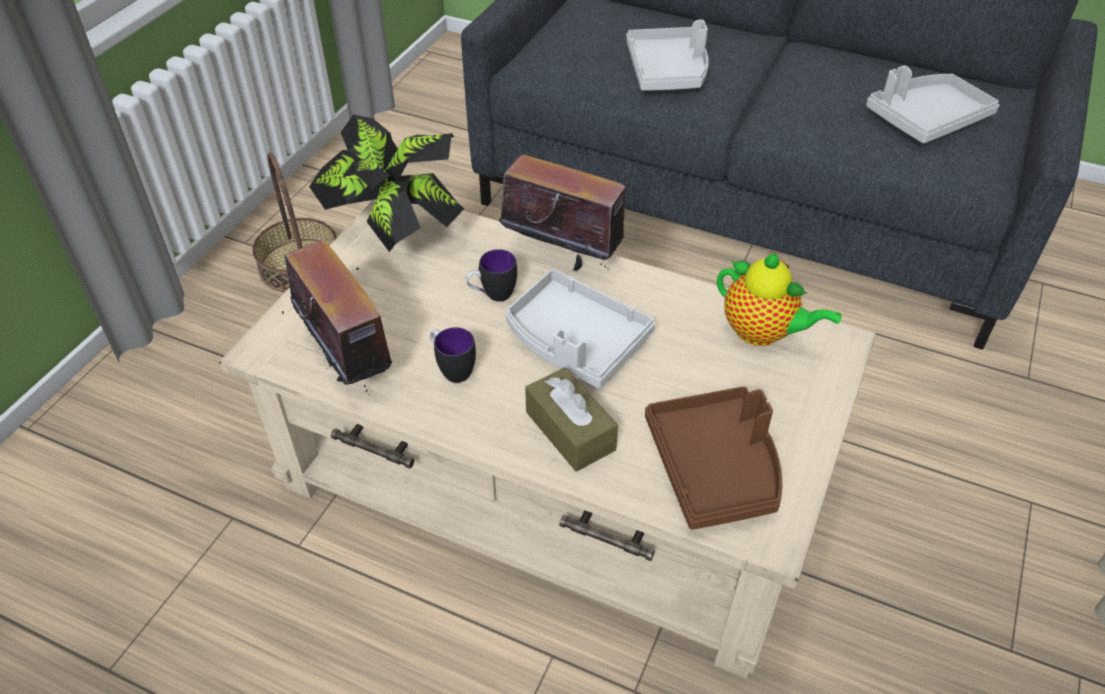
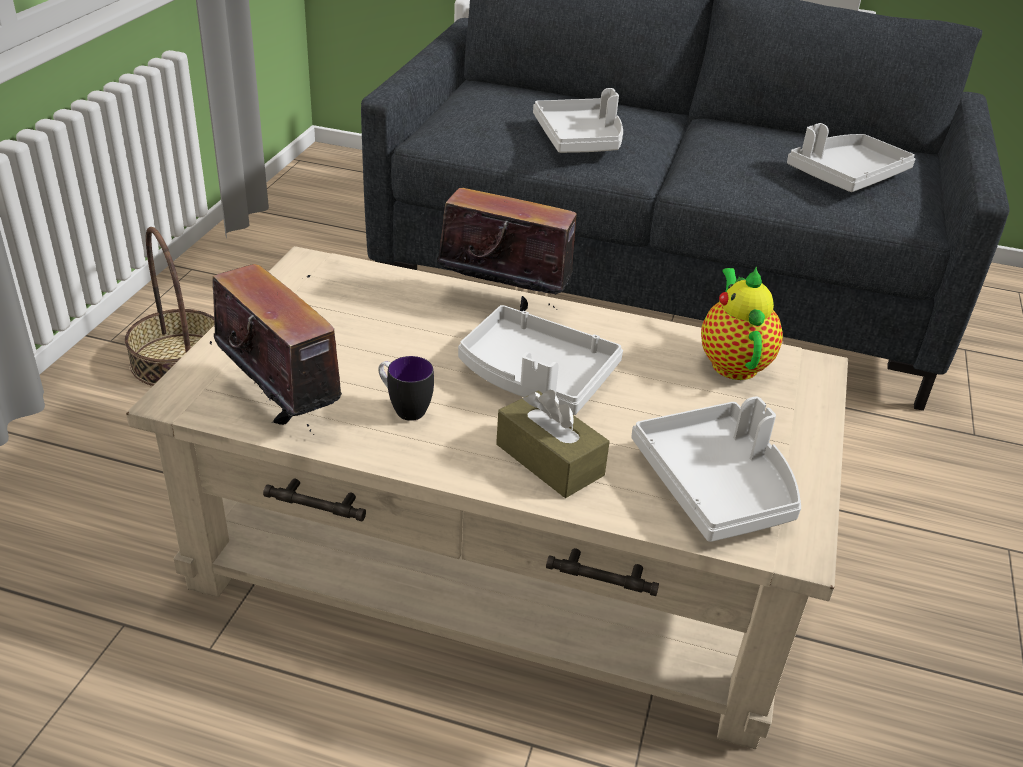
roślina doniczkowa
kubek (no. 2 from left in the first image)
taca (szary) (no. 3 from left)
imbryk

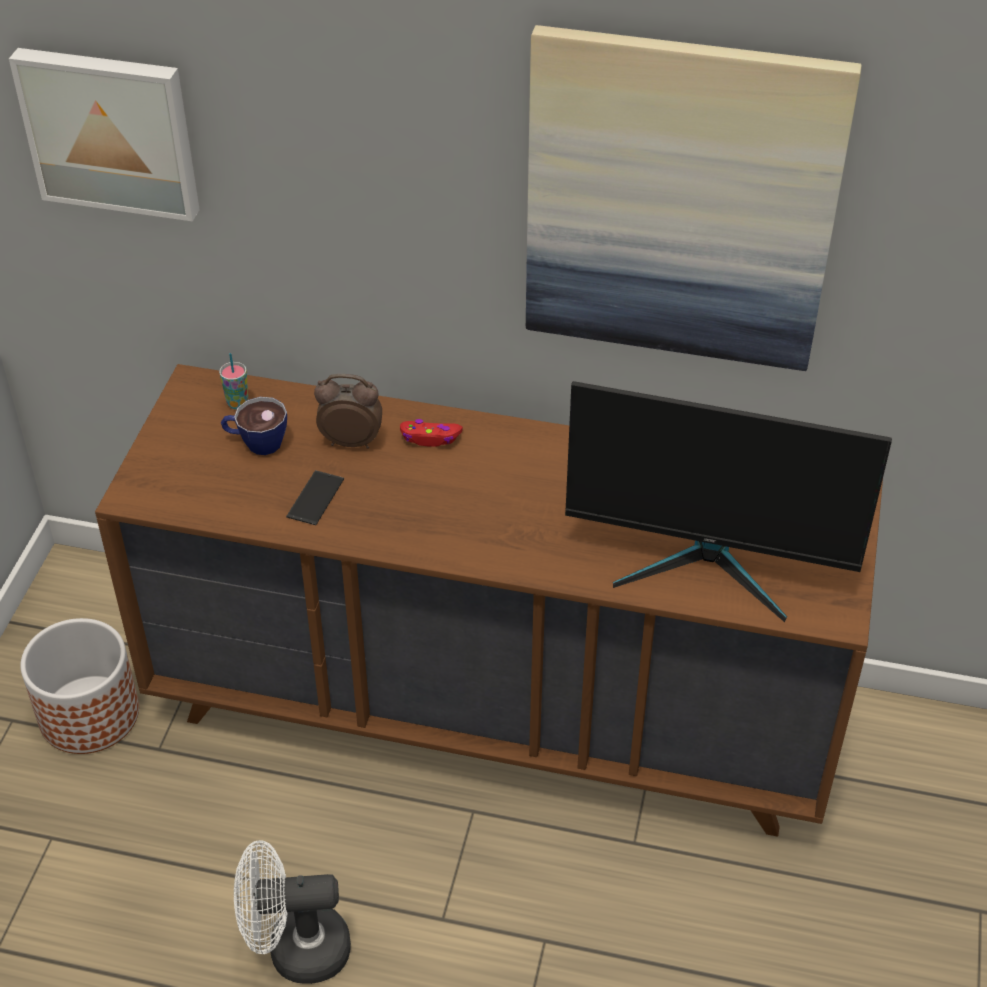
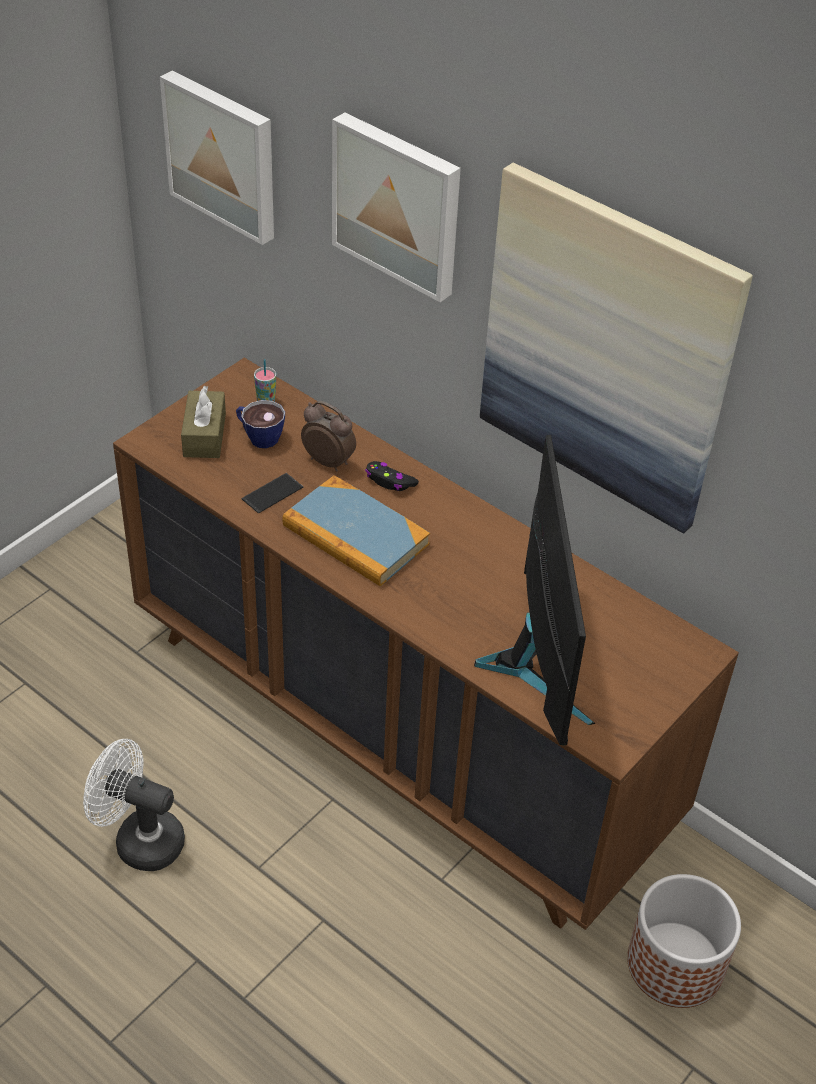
pudełko chusteczek (brązowy)
książka
obraz (no. 2 from left)
donica
pad do gier (czarny)
monitor

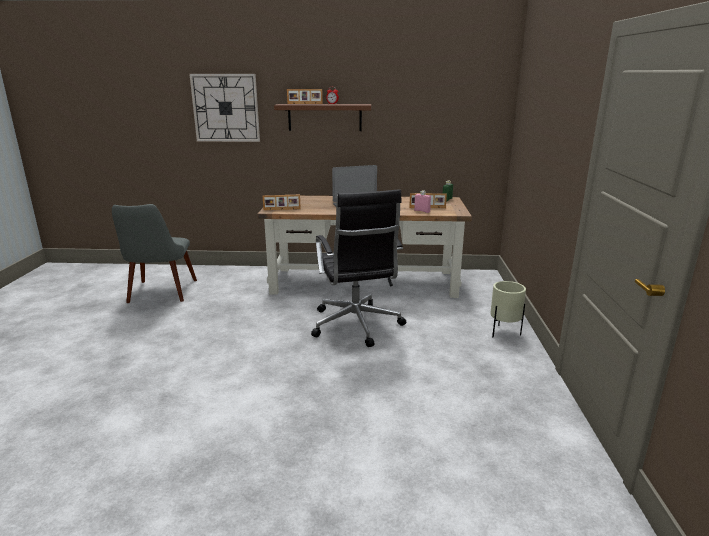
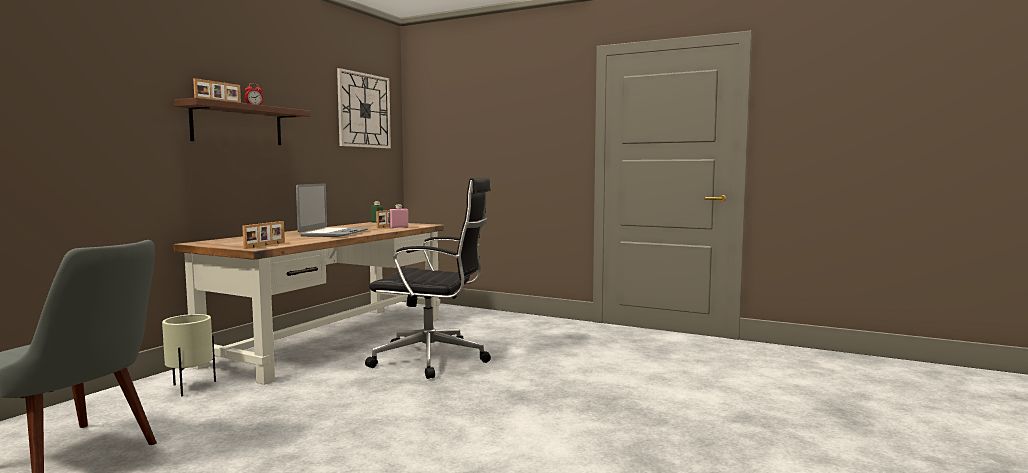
zegar ścienny
donica (beżowy)

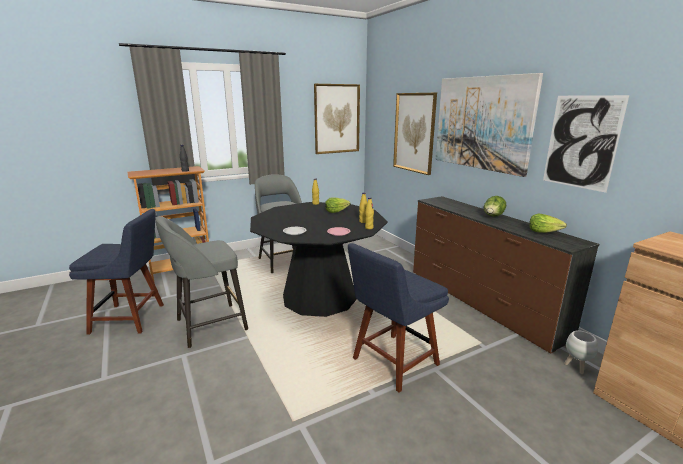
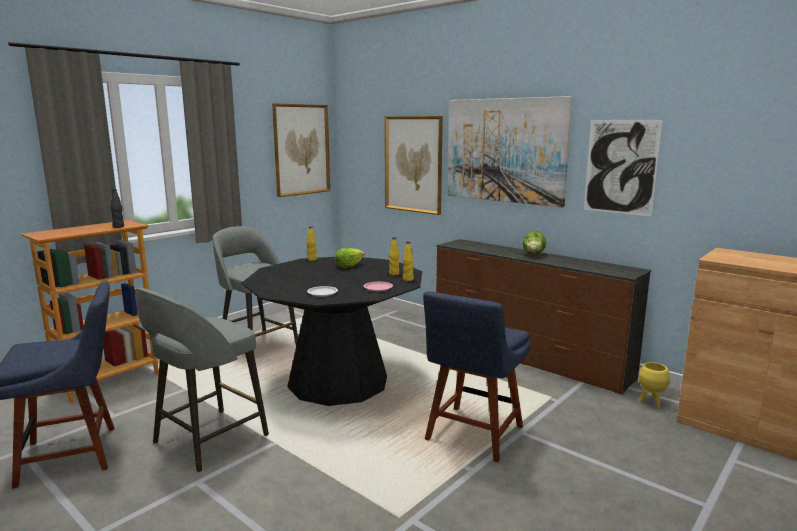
sałata (no. 3 from left in the first image)
donica (żółty)

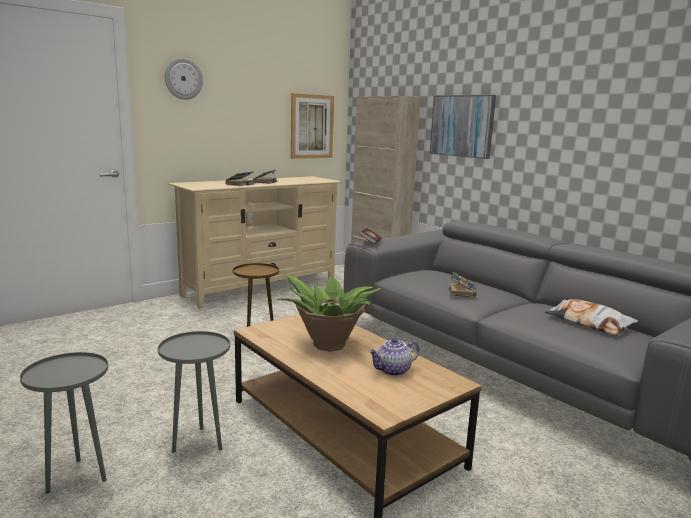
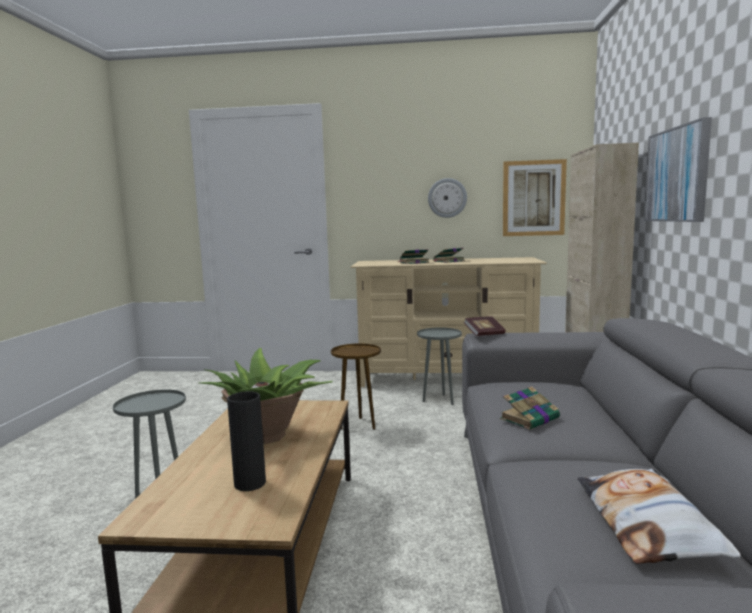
stolik (szary) (no. 2 from left)
zegar ścienny
wazon (czarny)

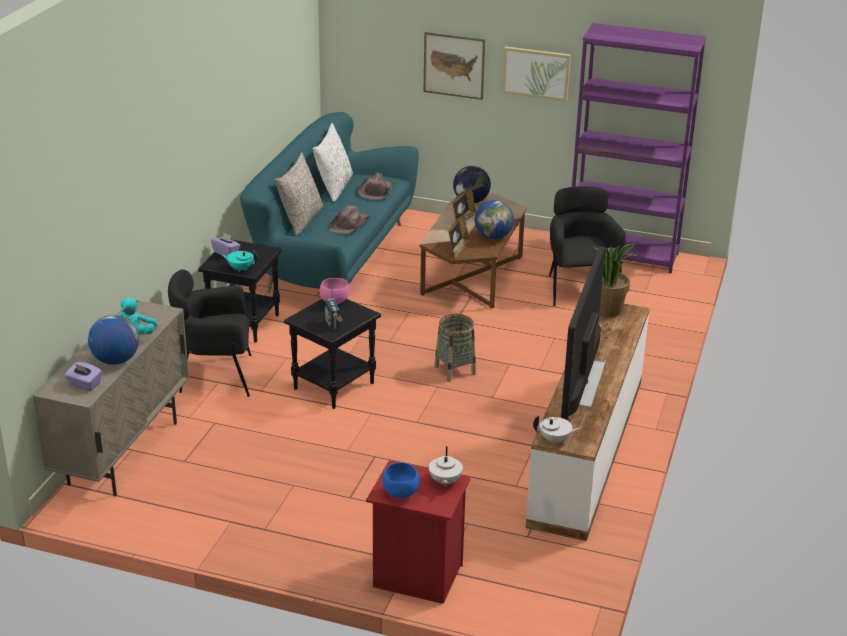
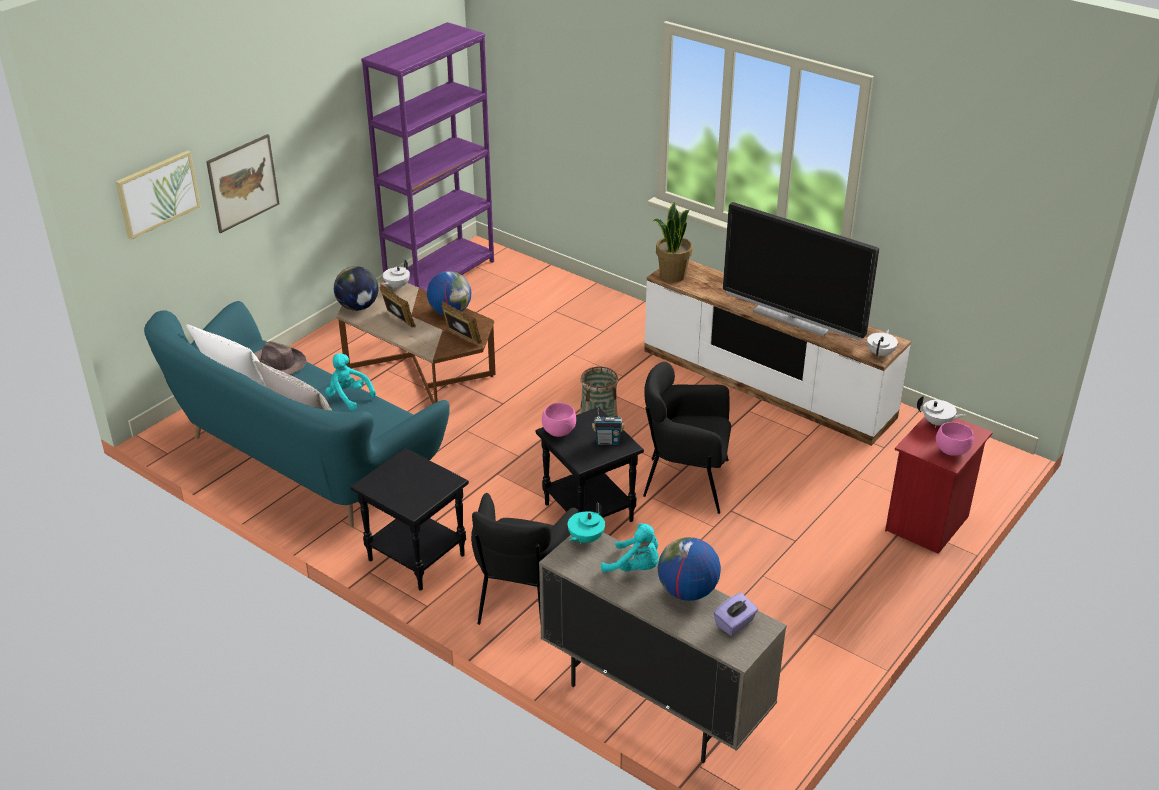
pudełko chusteczek (fioletowy) (no. 2 from left in the first image)
imbryk (biały) (no. 1 from left)
imbryk (turkusowy)
obraz (no. 1 from left)
fotel (czarny) (no. 2 from left)
pluszak (turkusowy) (no. 1 from left)
miska (różowy) (no. 2 from left)

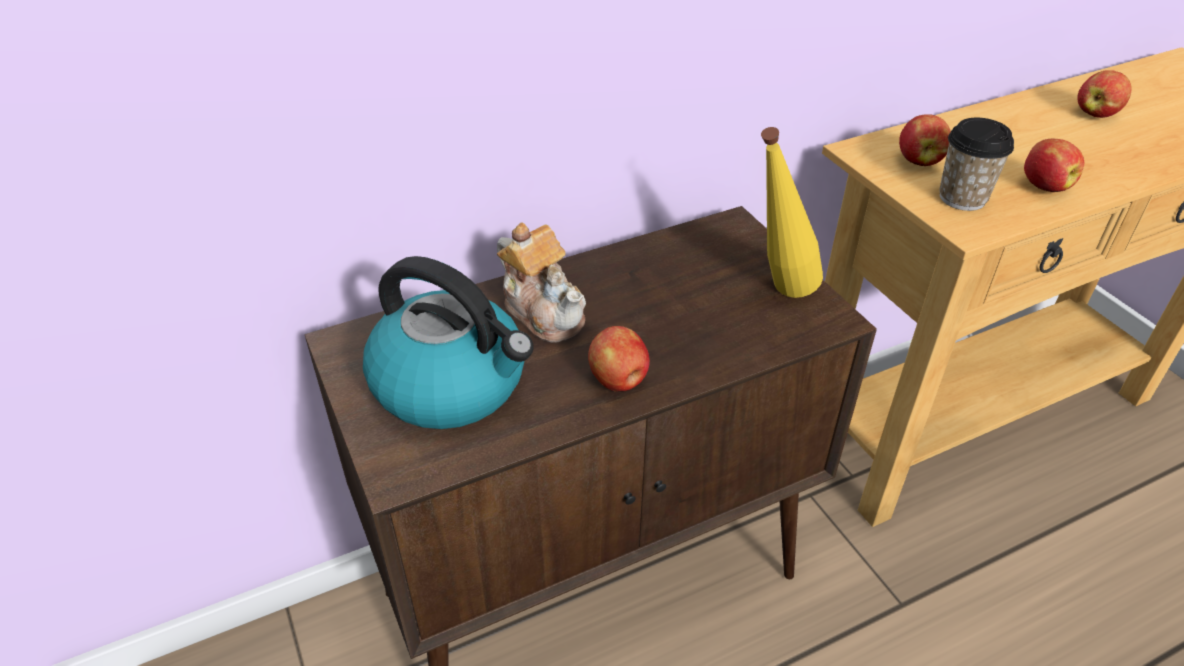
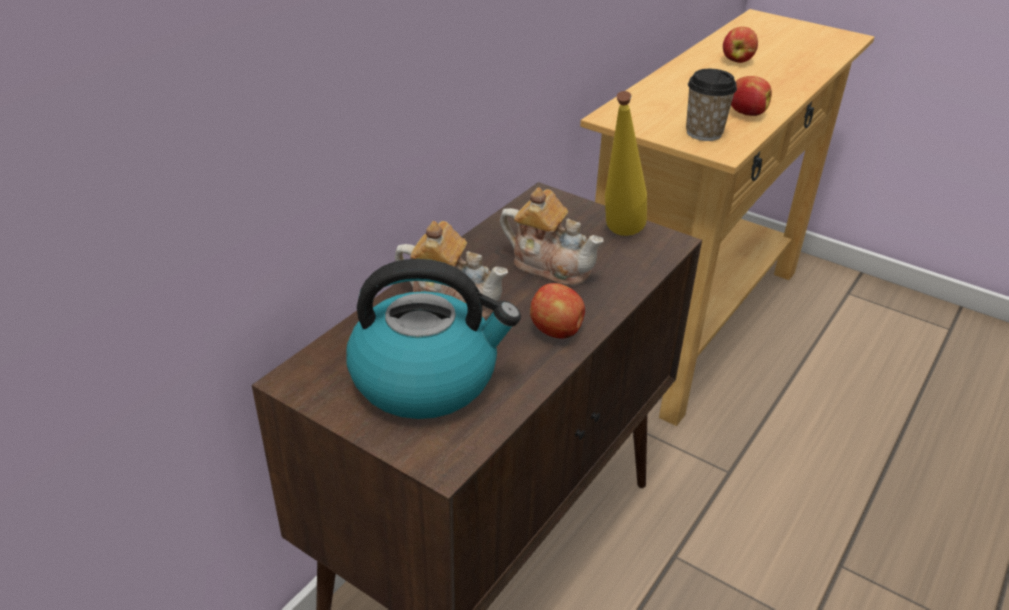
jabłko (no. 2 from left in the first image)
imbryk (no. 2 from left)

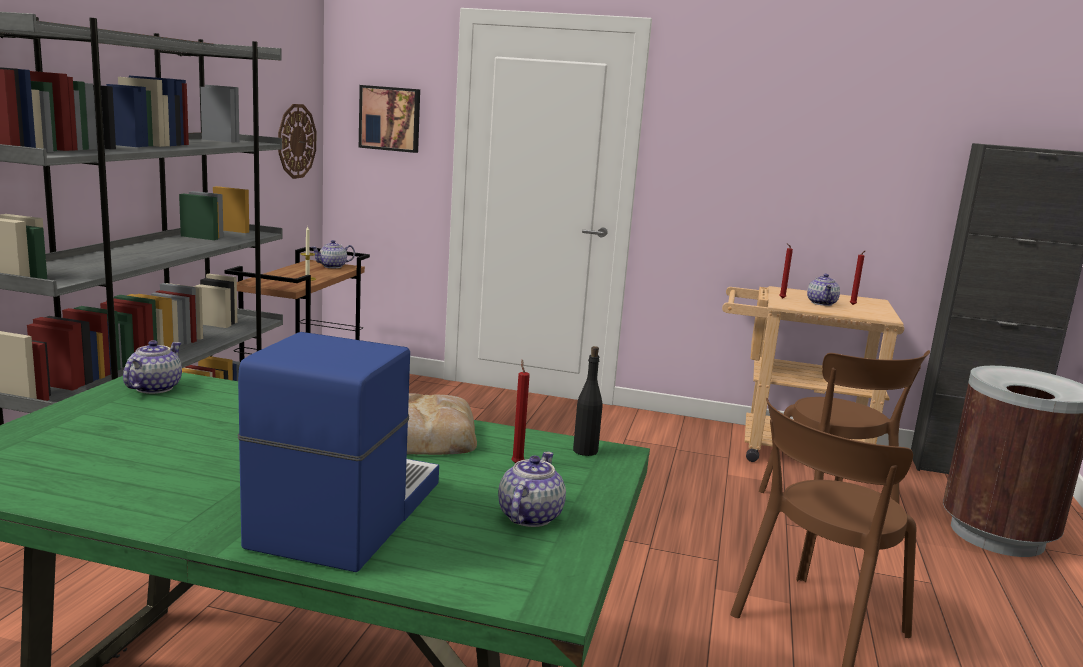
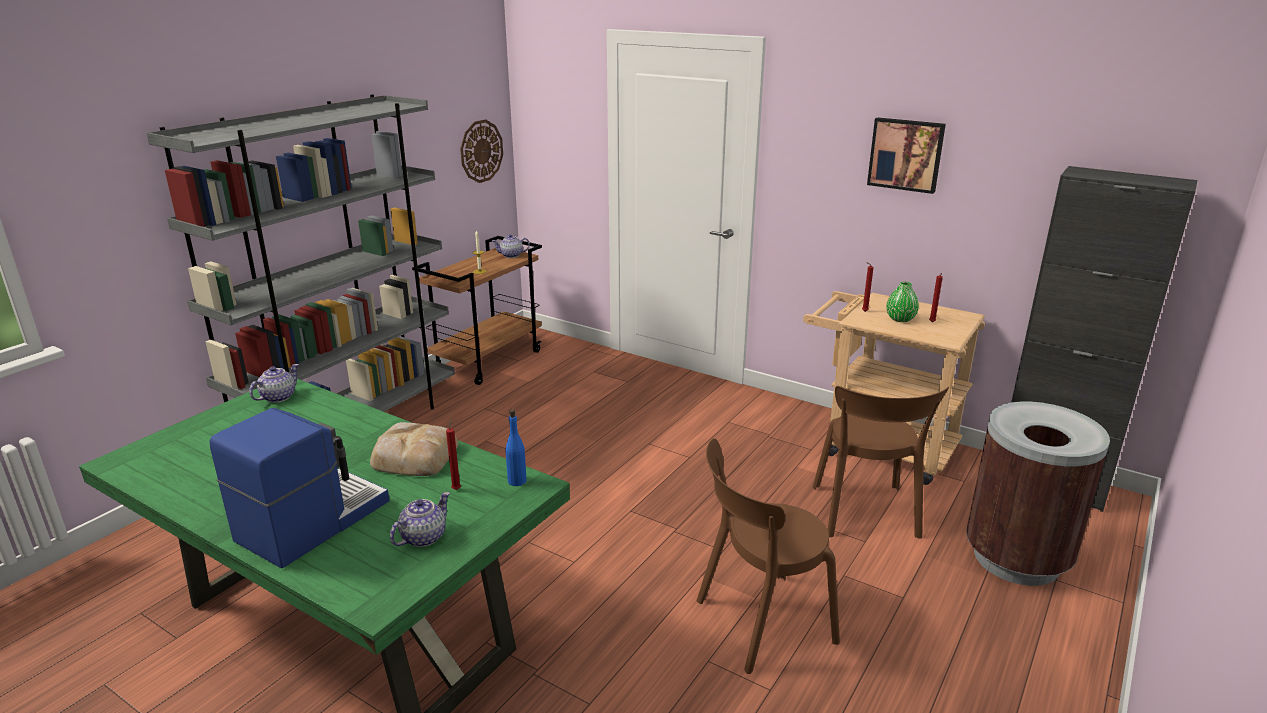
obraz
wazon (zielony)
butelka (niebieski)

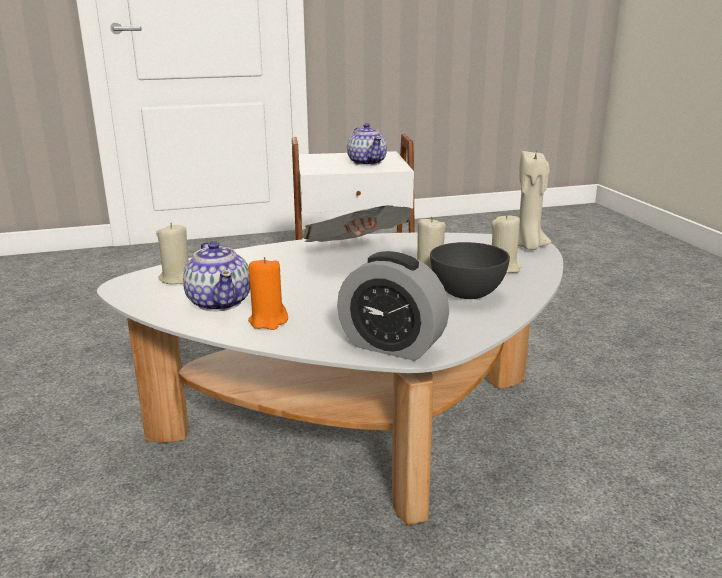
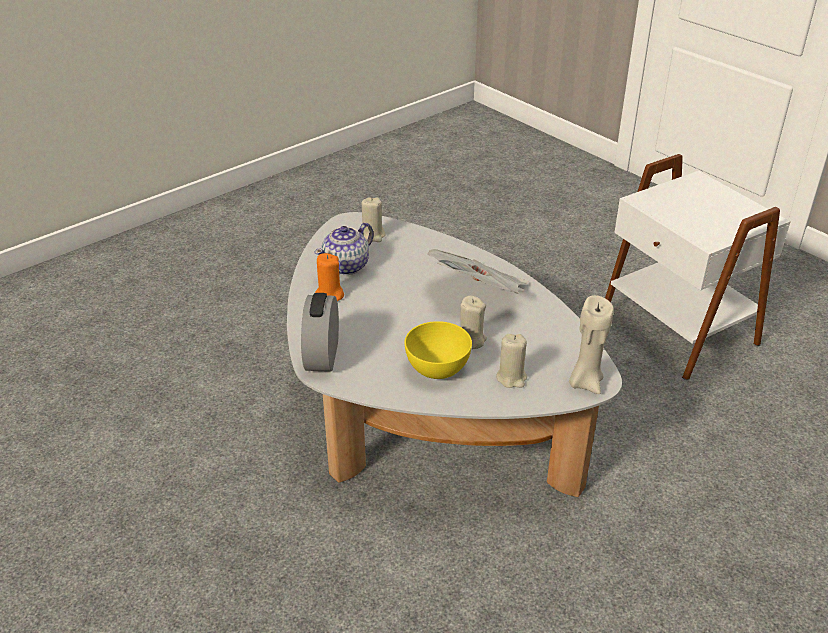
imbryk (no. 2 from left in the first image)
miska (żółty)

